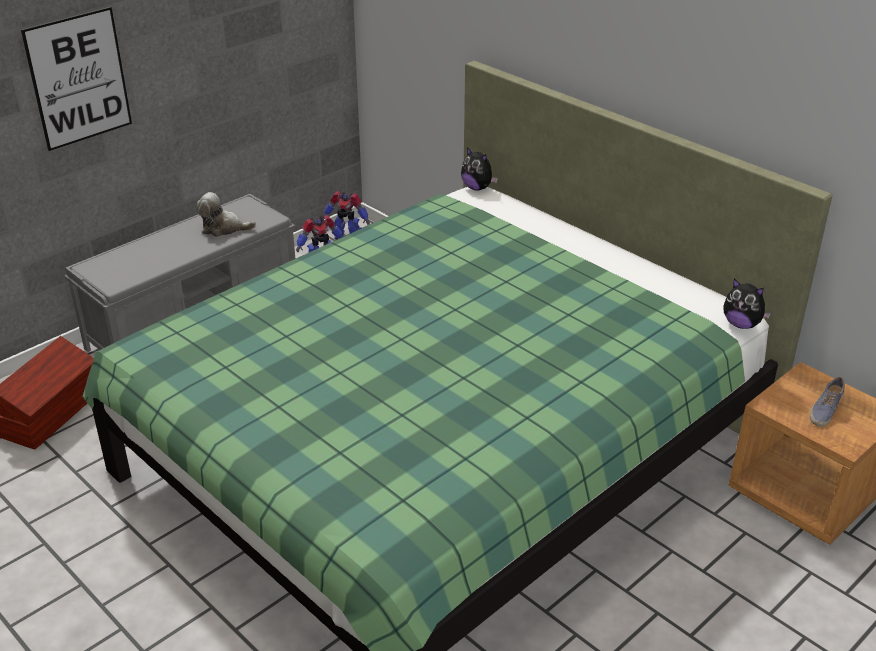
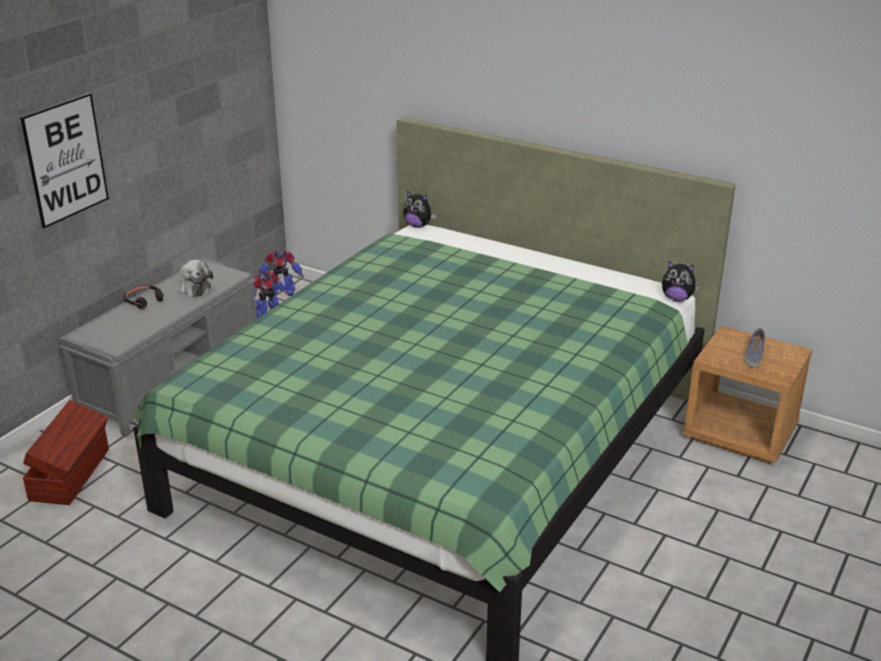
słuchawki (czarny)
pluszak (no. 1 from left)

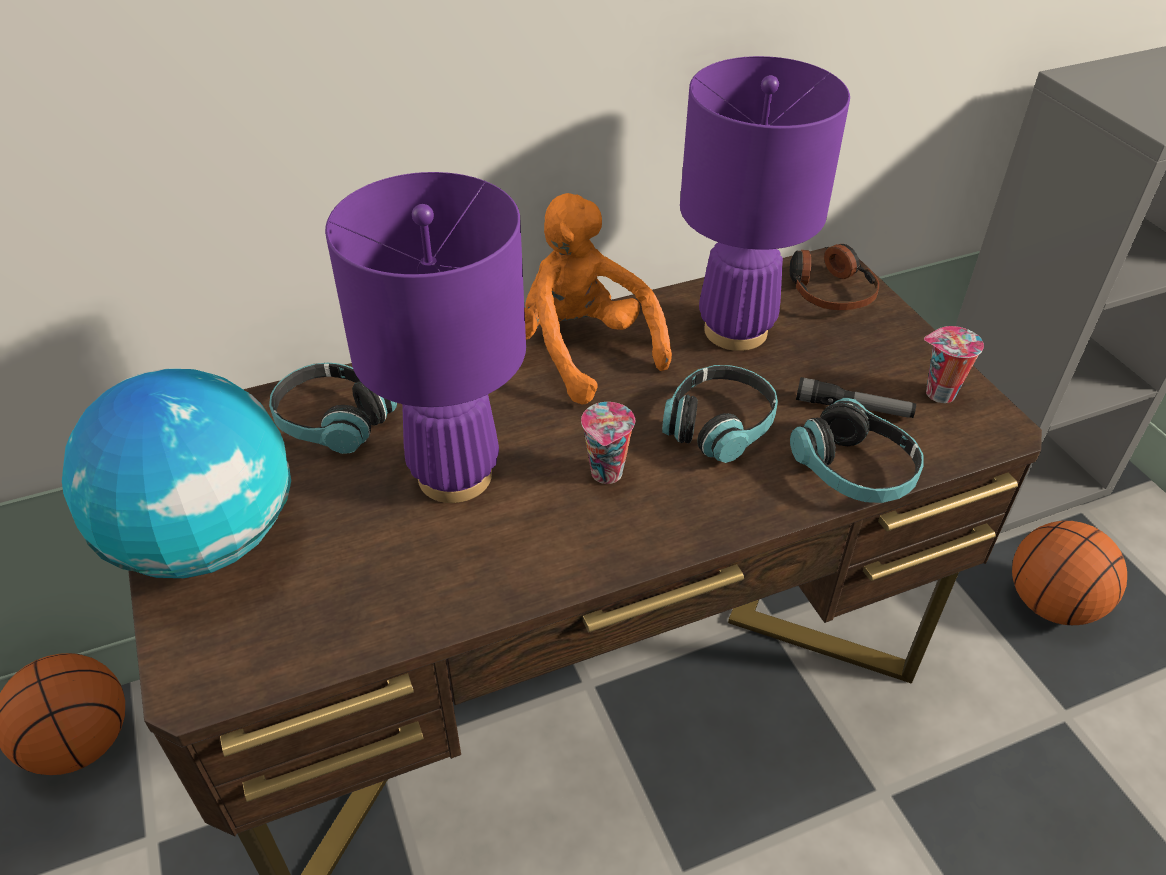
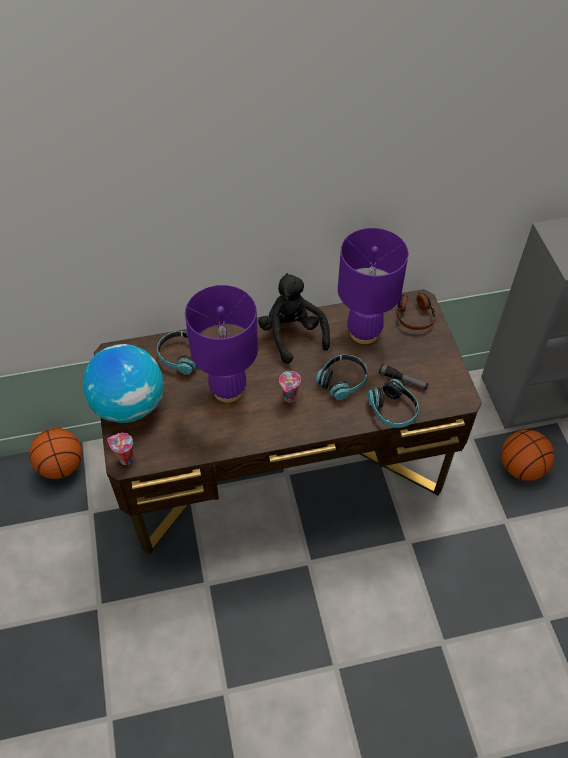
filiżanka (no. 1 from left)
pluszak (czarny)

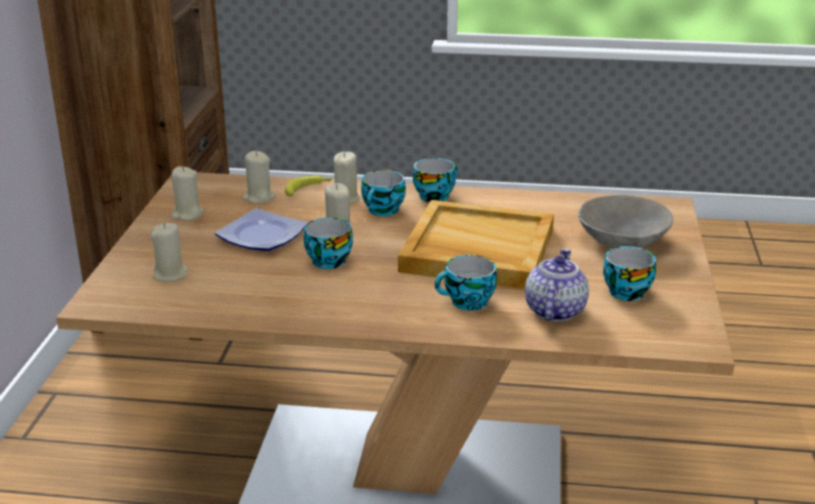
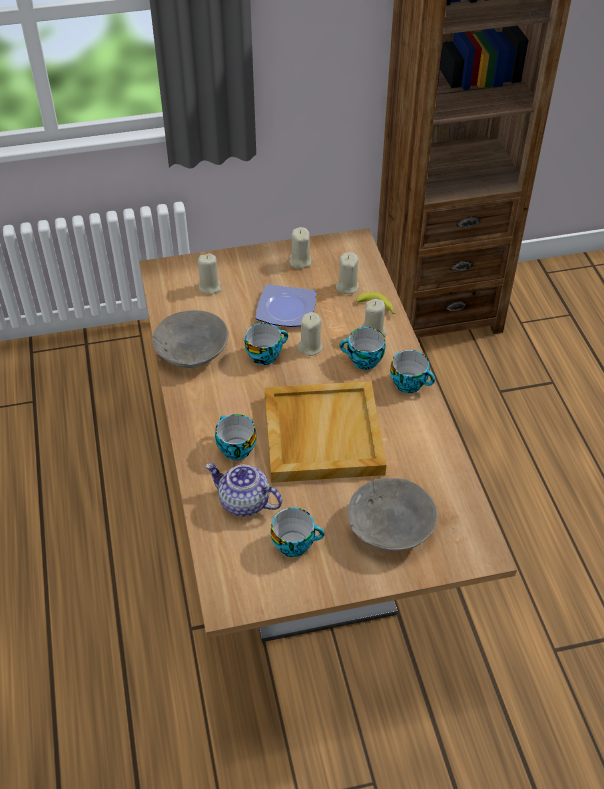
miska (szary) (no. 1 from left)
imbryk

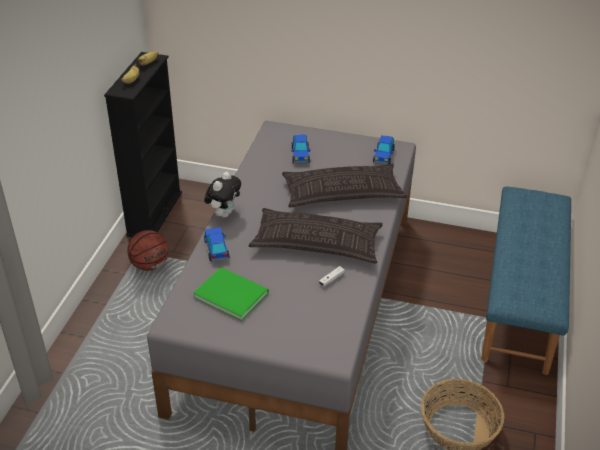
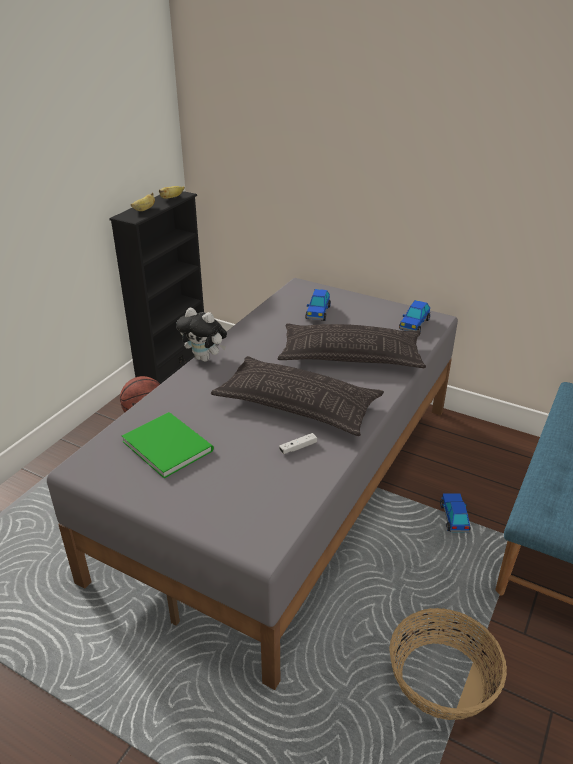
samochodzik (no. 3 from left)
pluszak

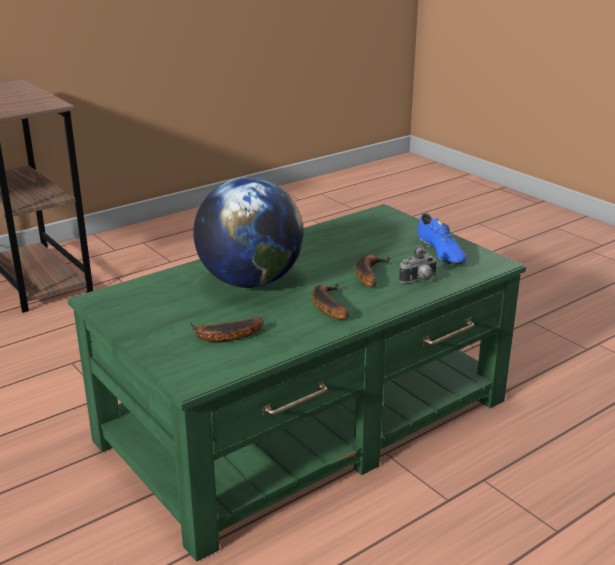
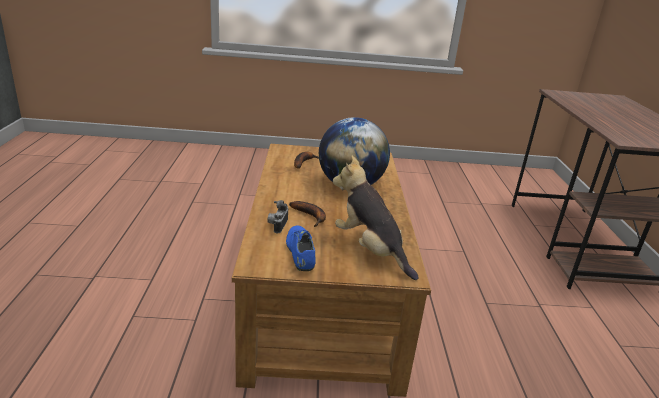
banan (no. 2 from left in the first image)
pluszak
ława (brązowy)
but (niebieski)

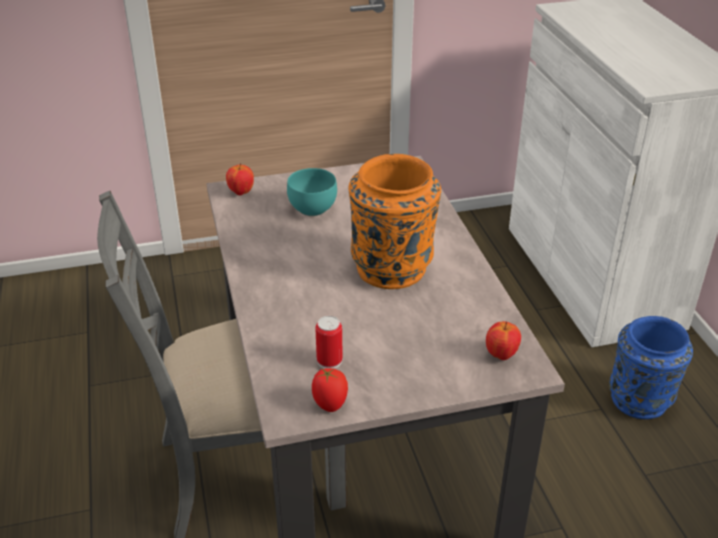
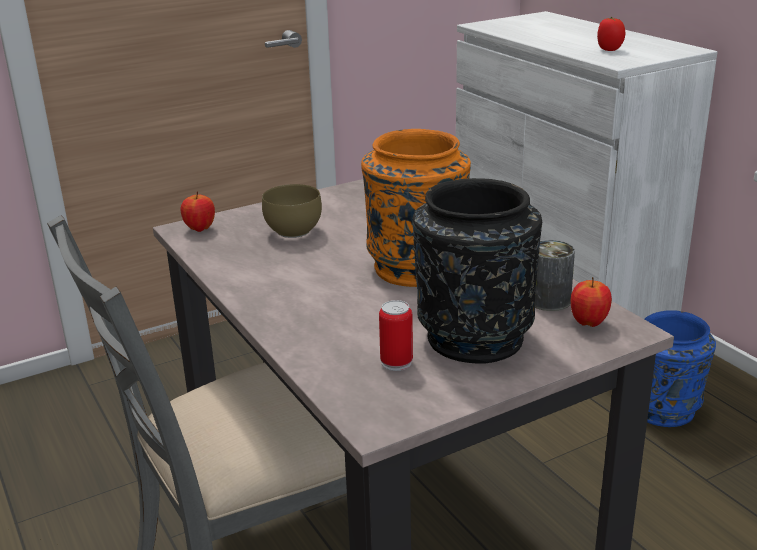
wazon (czarny)
puszka (no. 2 from left)
pomidor
miska (brązowy)

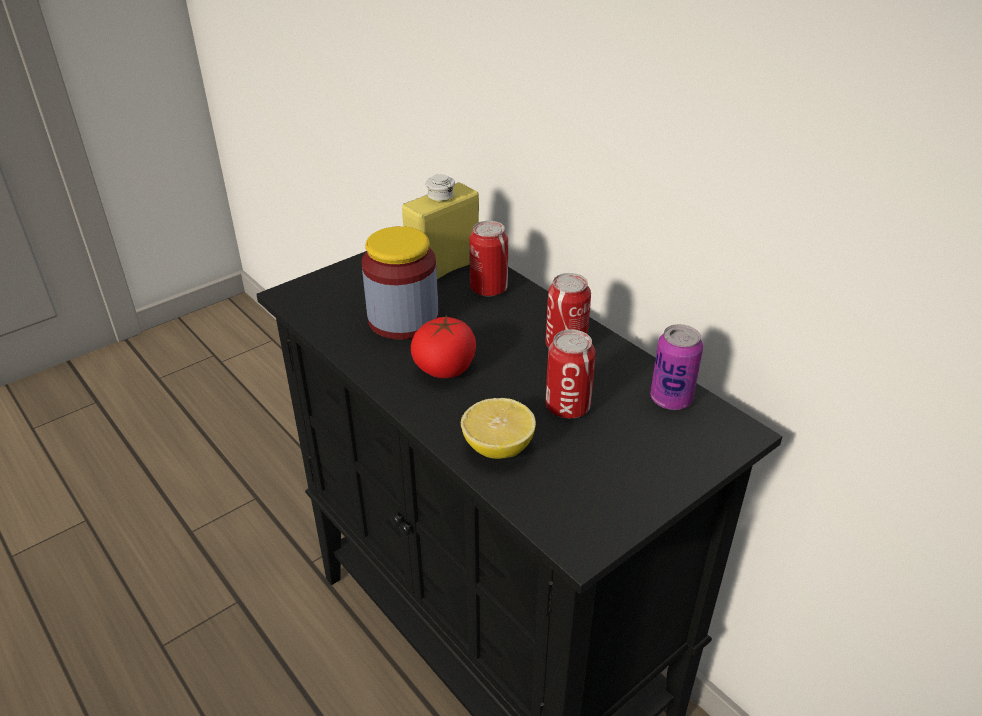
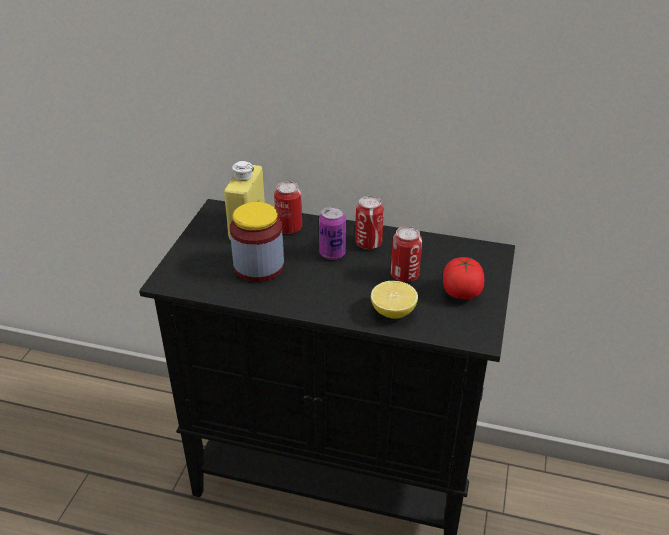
pomidor
puszka (no. 2 from left)

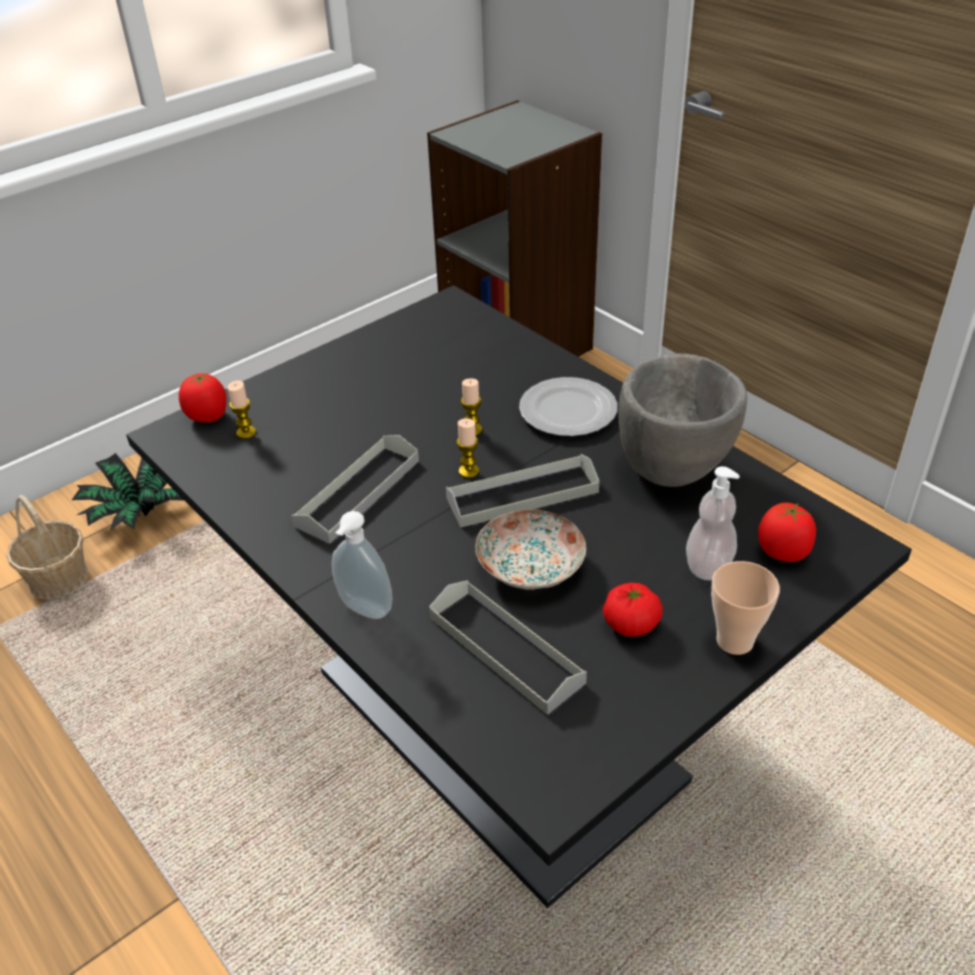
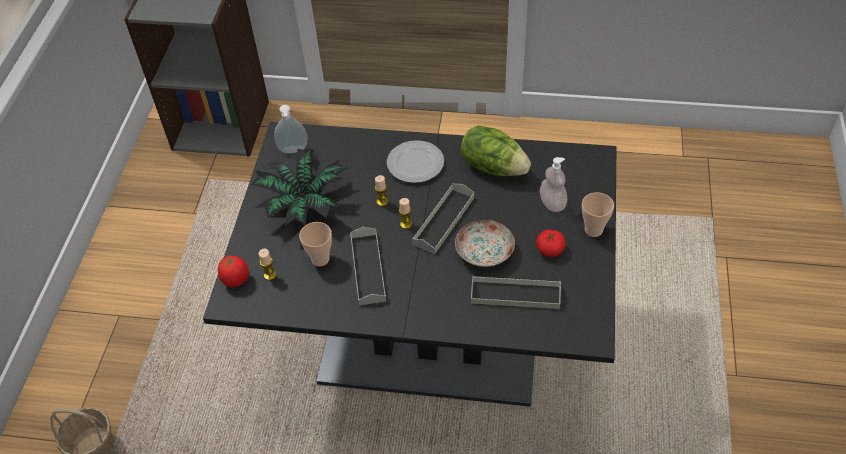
pomidor (no. 3 from left in the first image)
filiżanka (no. 1 from left)
roślina doniczkowa
dozownik mydła (no. 1 from left)
sałata

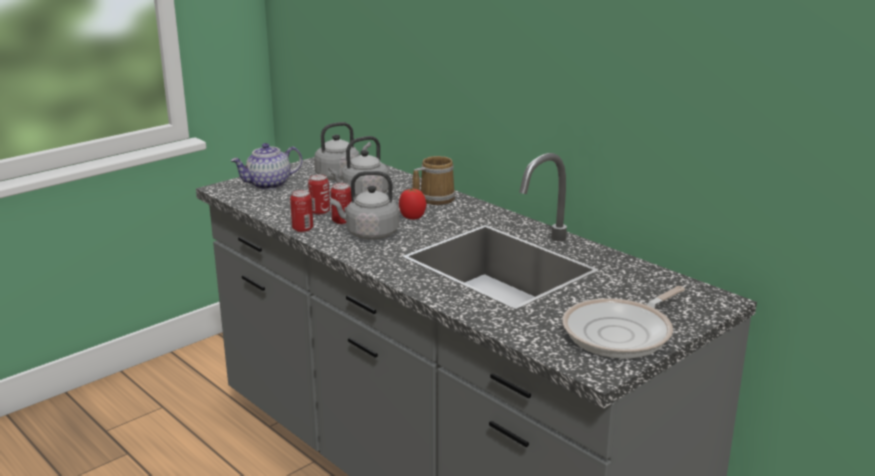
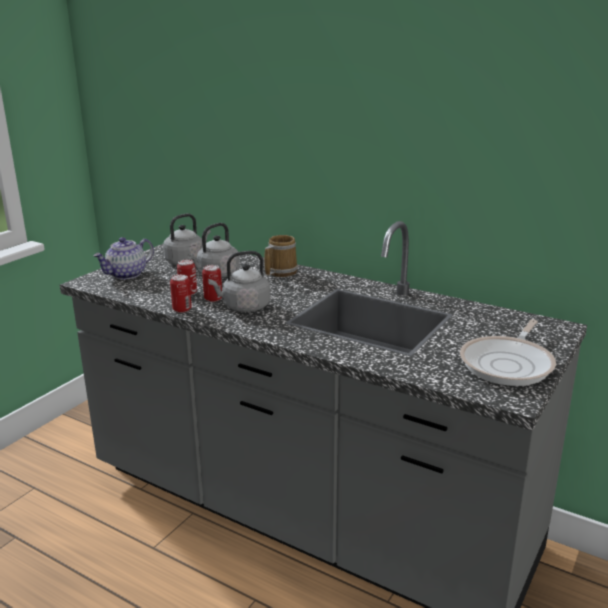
pomidor

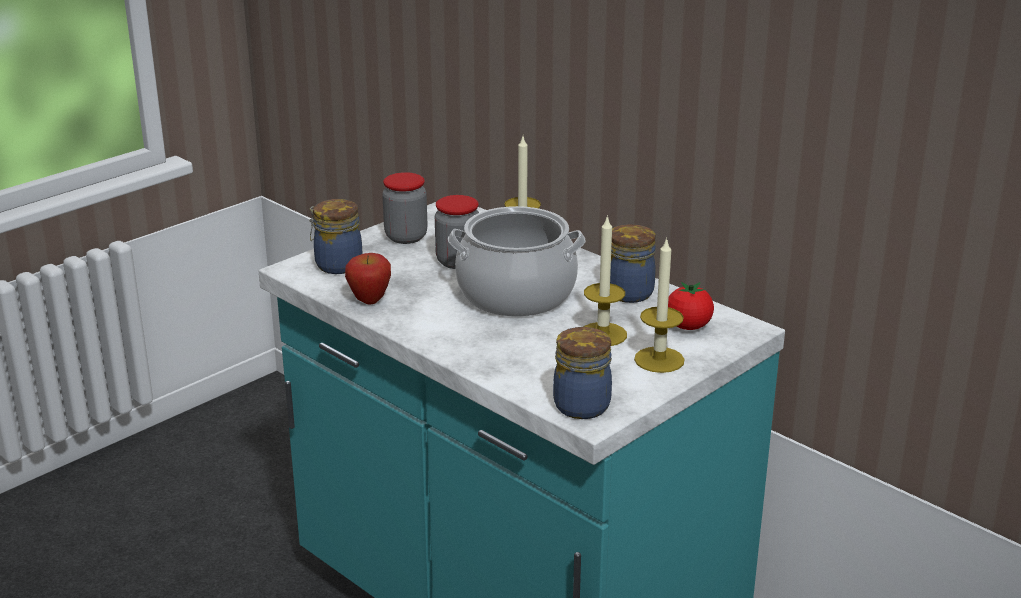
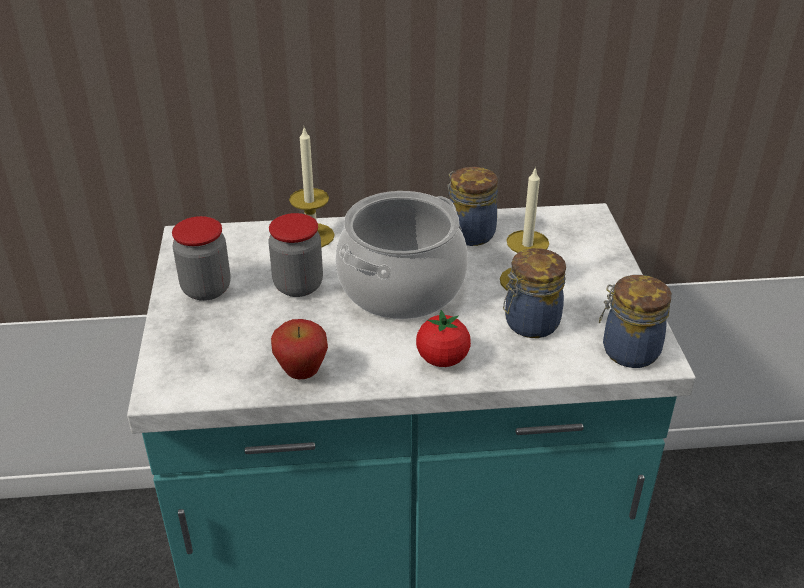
świeca (no. 3 from left in the first image)
słoik (no. 4 from left)
pomidor

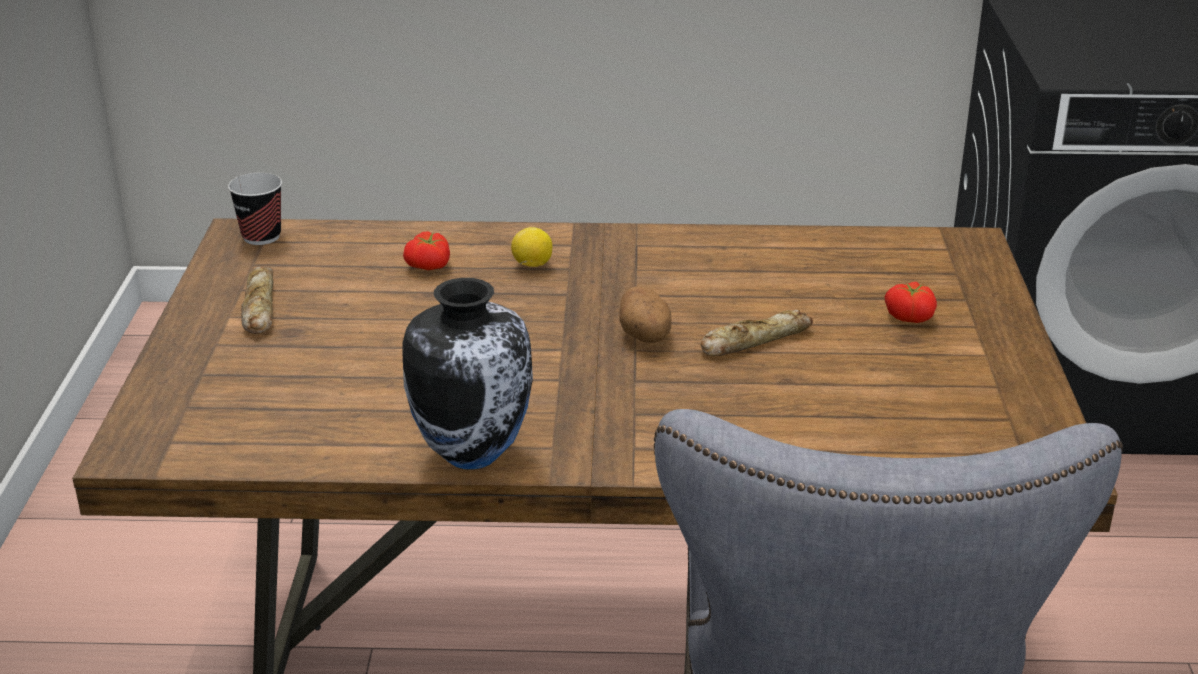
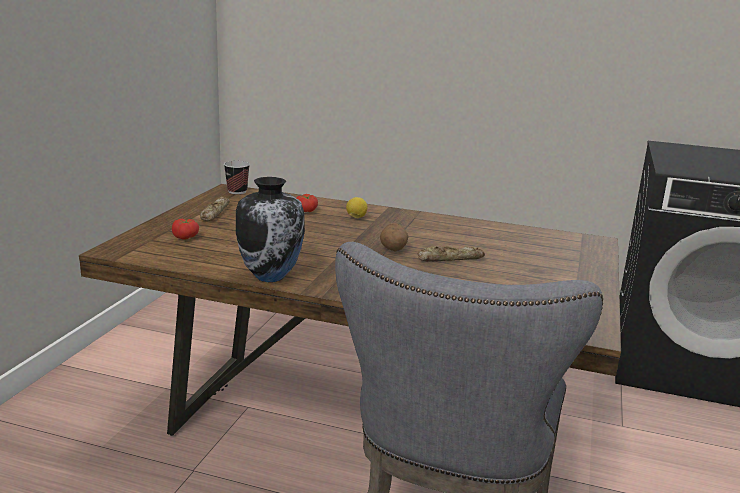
pomidor (no. 1 from left)

